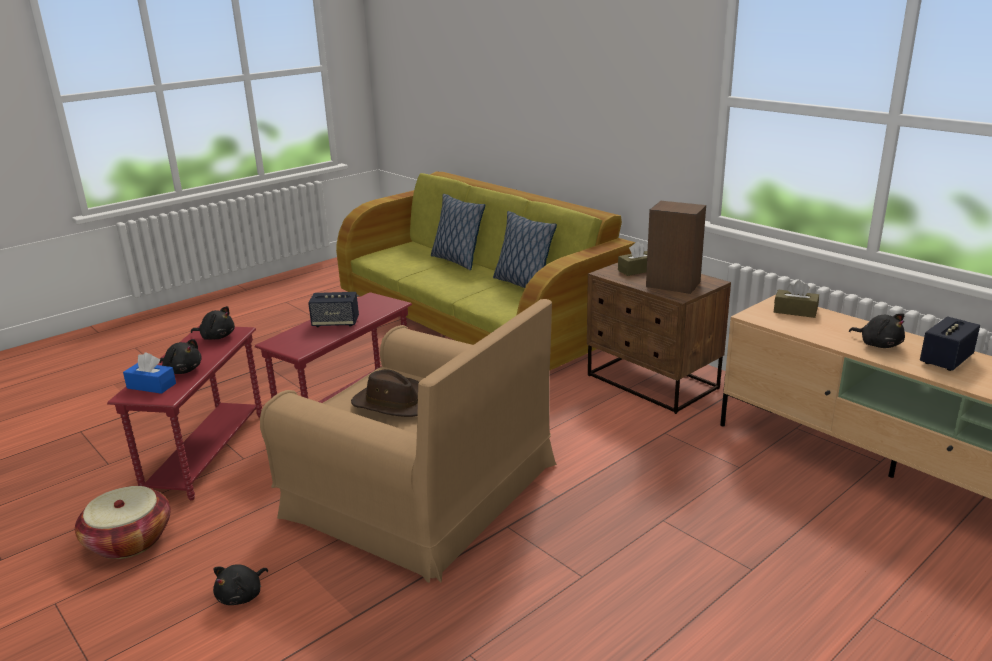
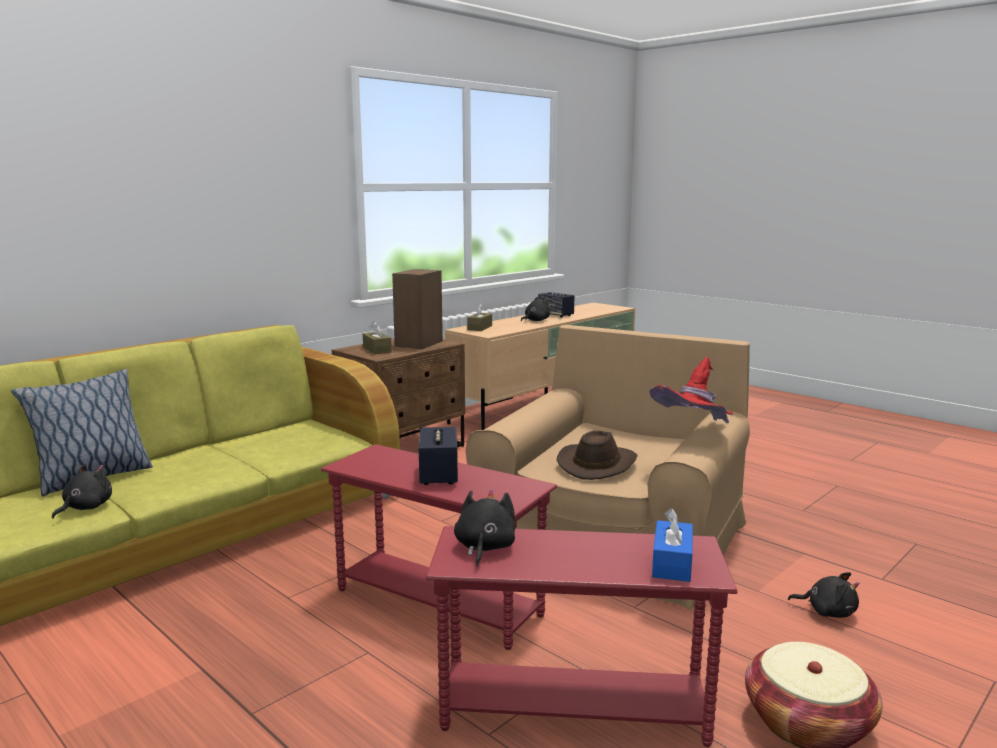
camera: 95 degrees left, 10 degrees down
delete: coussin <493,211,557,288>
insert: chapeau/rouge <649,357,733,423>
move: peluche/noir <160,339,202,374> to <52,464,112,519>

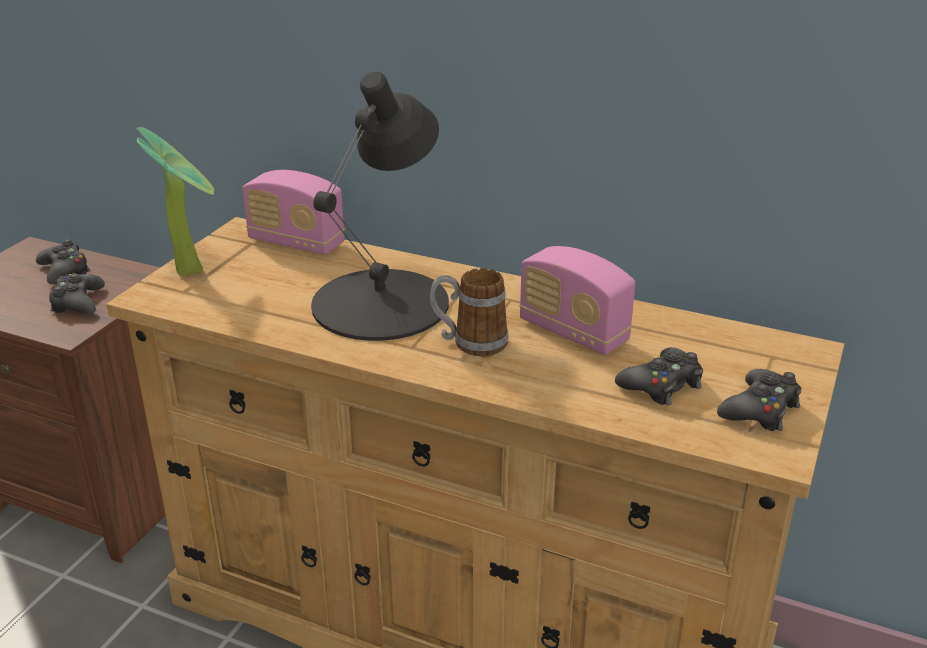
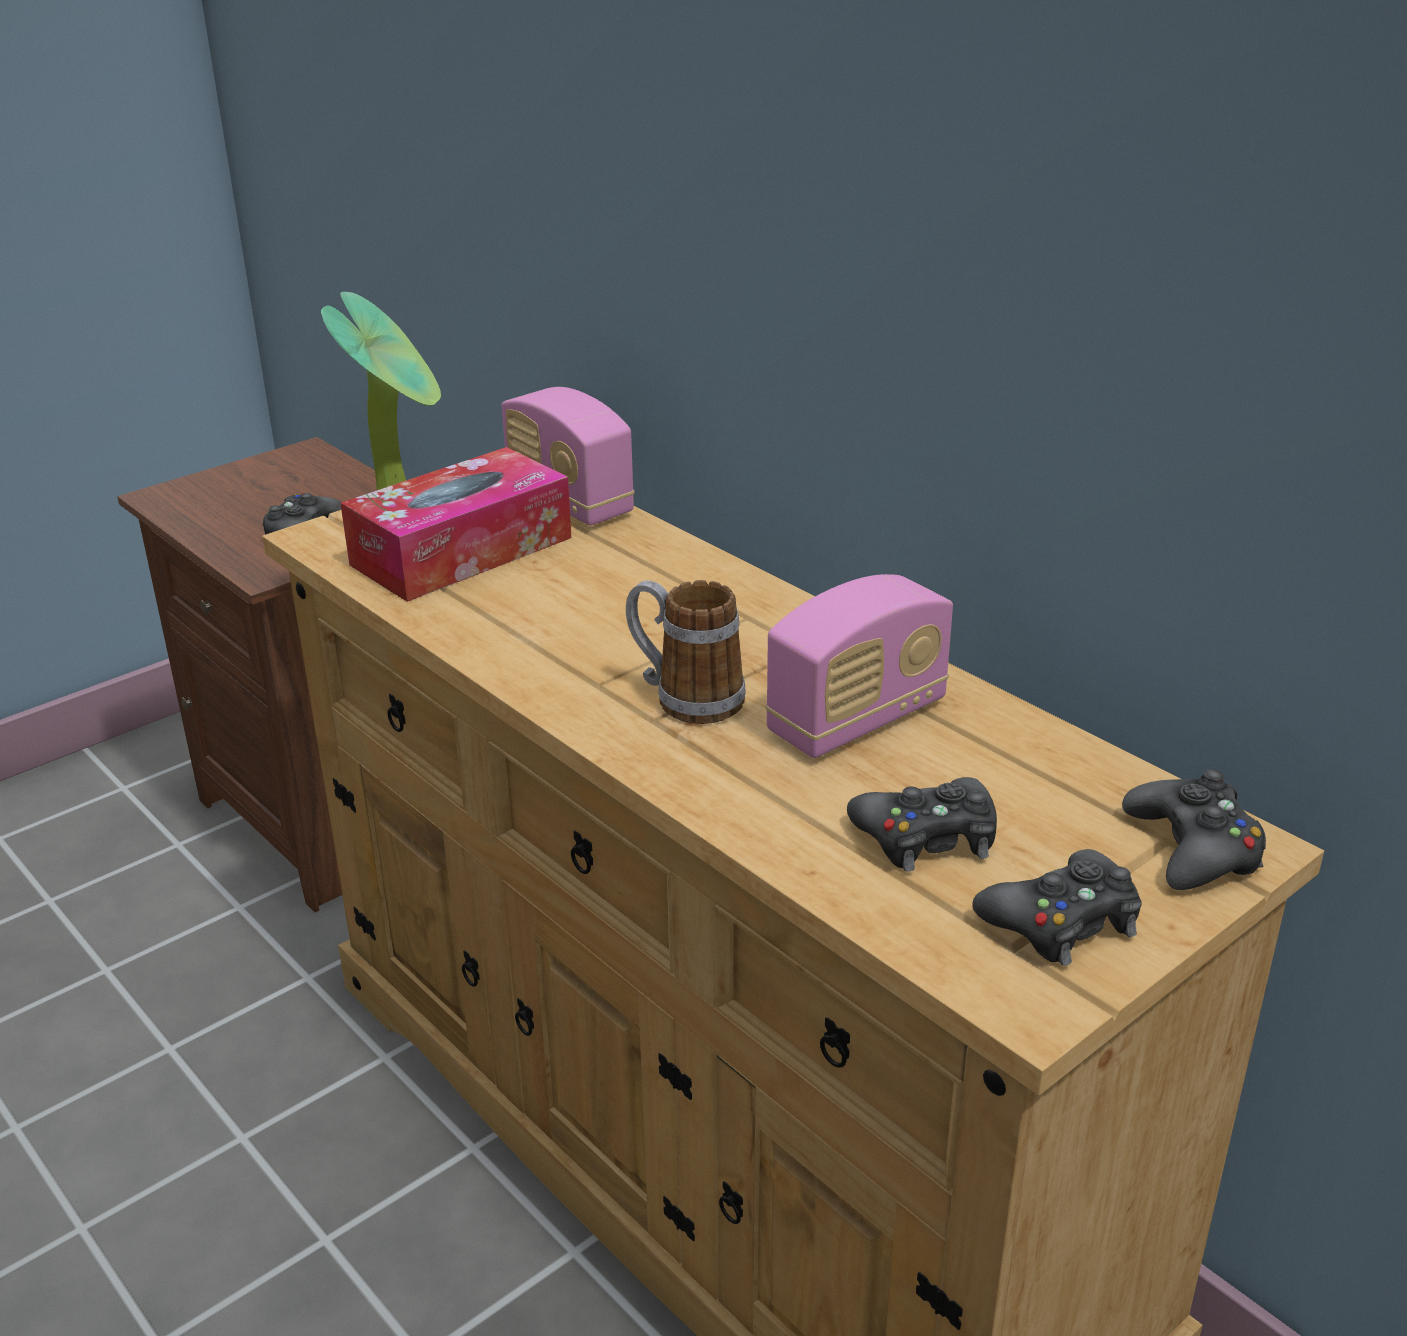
camera: 25 degrees right, 0 degrees up
delete: lampe de table/noir <311,72,449,341>
insert: boîte à mouchoirs <341,447,572,602>
move: manette/noir <36,239,90,284> to <1122,769,1266,890>
rotate: radio <519,246,635,355> = <765,574,953,758> 105 degrees counterclockwise

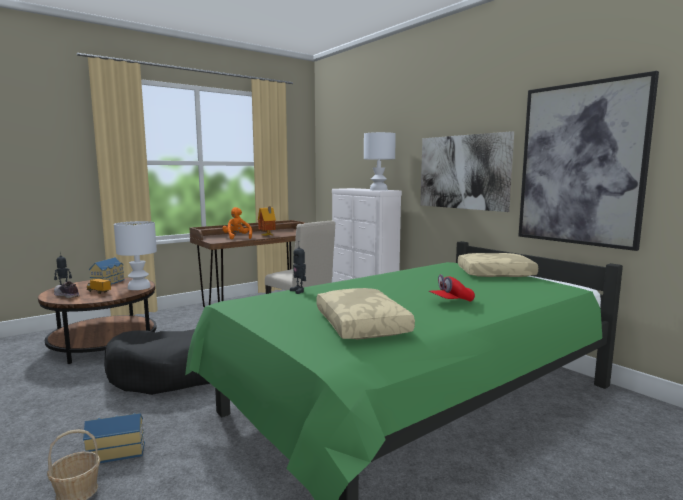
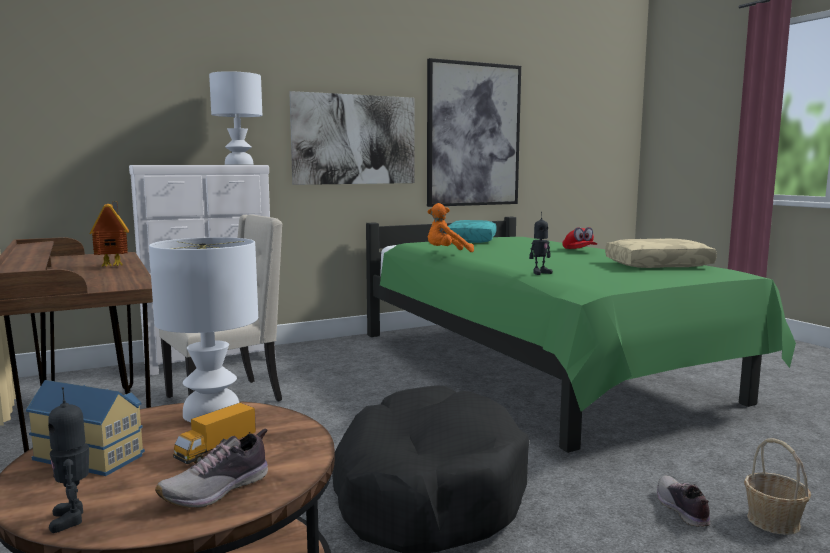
camera: 80 degrees left, 0 degrees up
move: peluche/orange <222,207,252,239> to <428,203,474,252>
replace: maison miniature <83,413,145,463> to chaussure <657,475,710,527>
recolor: coussin/beige <458,253,538,277> to coussin/turquoise <448,220,496,243>

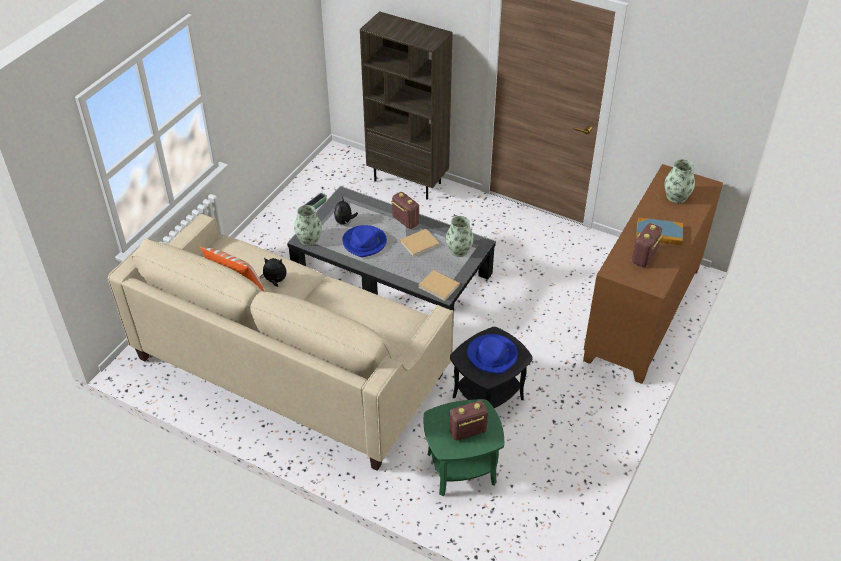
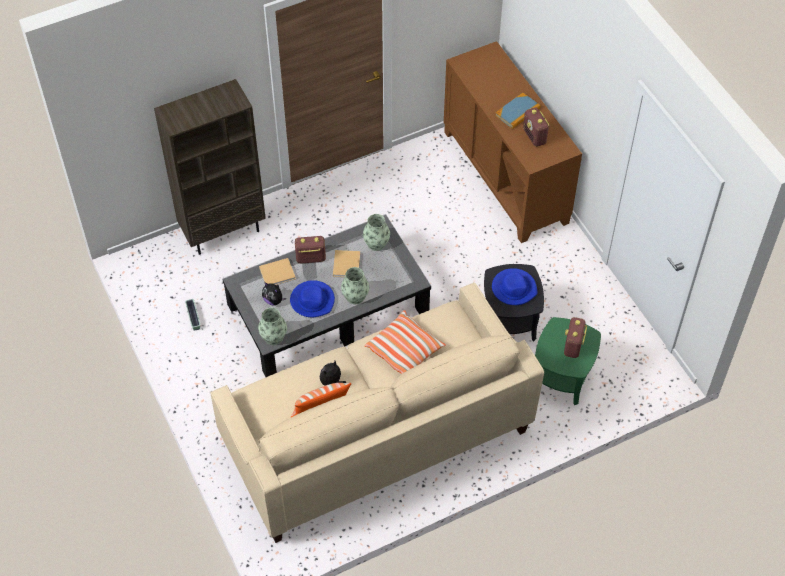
camera: 55 degrees left, 10 degrees up
insert: coussin <364,310,446,374>
move: livre/beige <418,270,460,301> to <259,258,296,285>; vase <665,159,695,203> to <341,267,369,304>

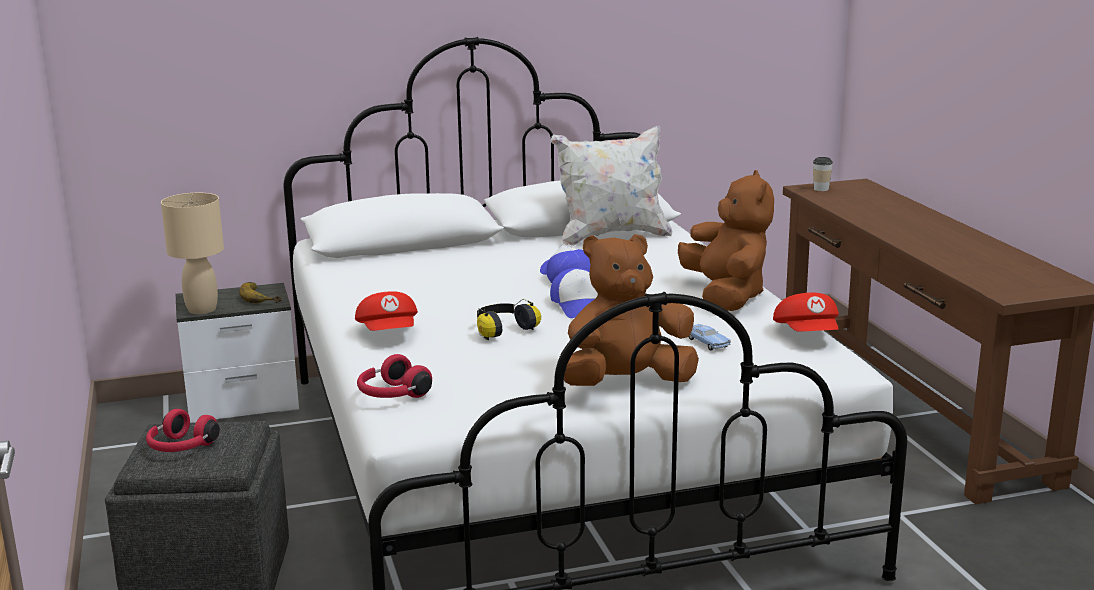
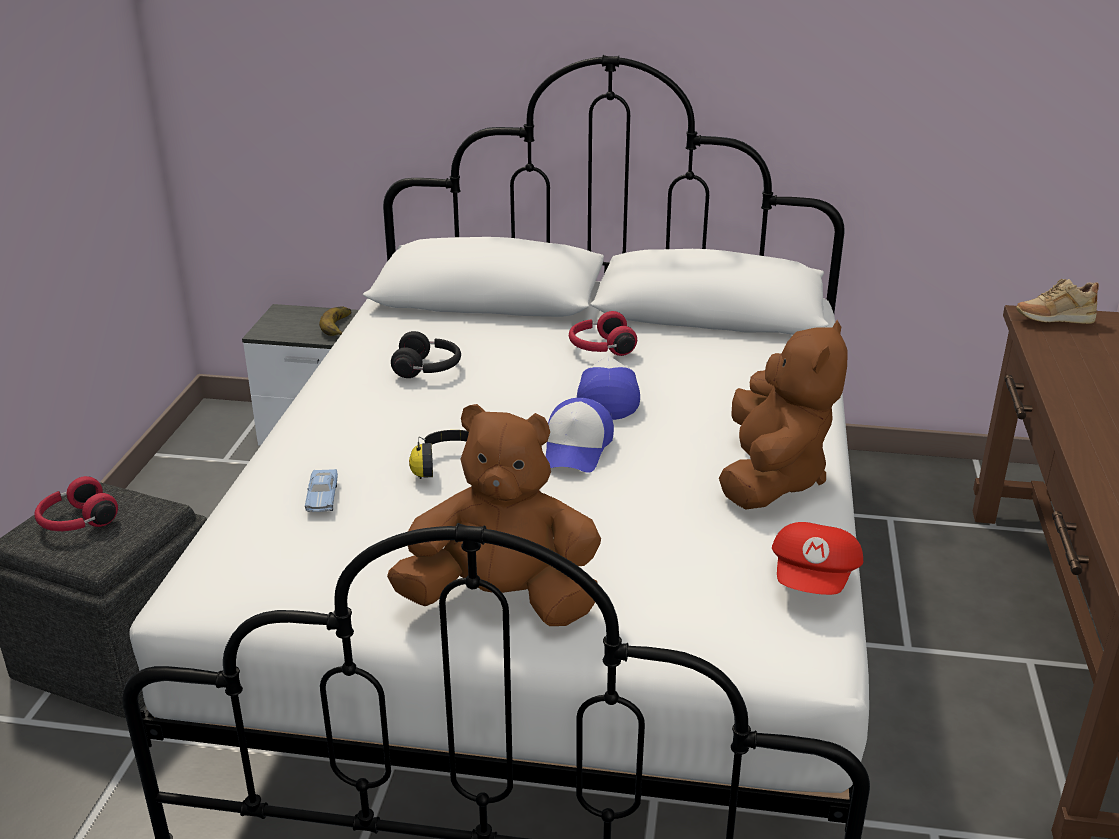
camera: 25 degrees right, 10 degrees up
delete: lampe de table/beige <161,193,224,314>; casquette/rouge <355,291,418,331>; coussin/blanc <551,126,672,246>
insert: casque audio/noir <391,331,461,378>
move: casque audio/rouge <357,354,432,398> to <569,311,637,356>; petite voiture/bleu <689,324,731,351> to <305,469,338,512>
replace: tasse <813,157,833,191> to chaussure/beige <1016,279,1099,324>

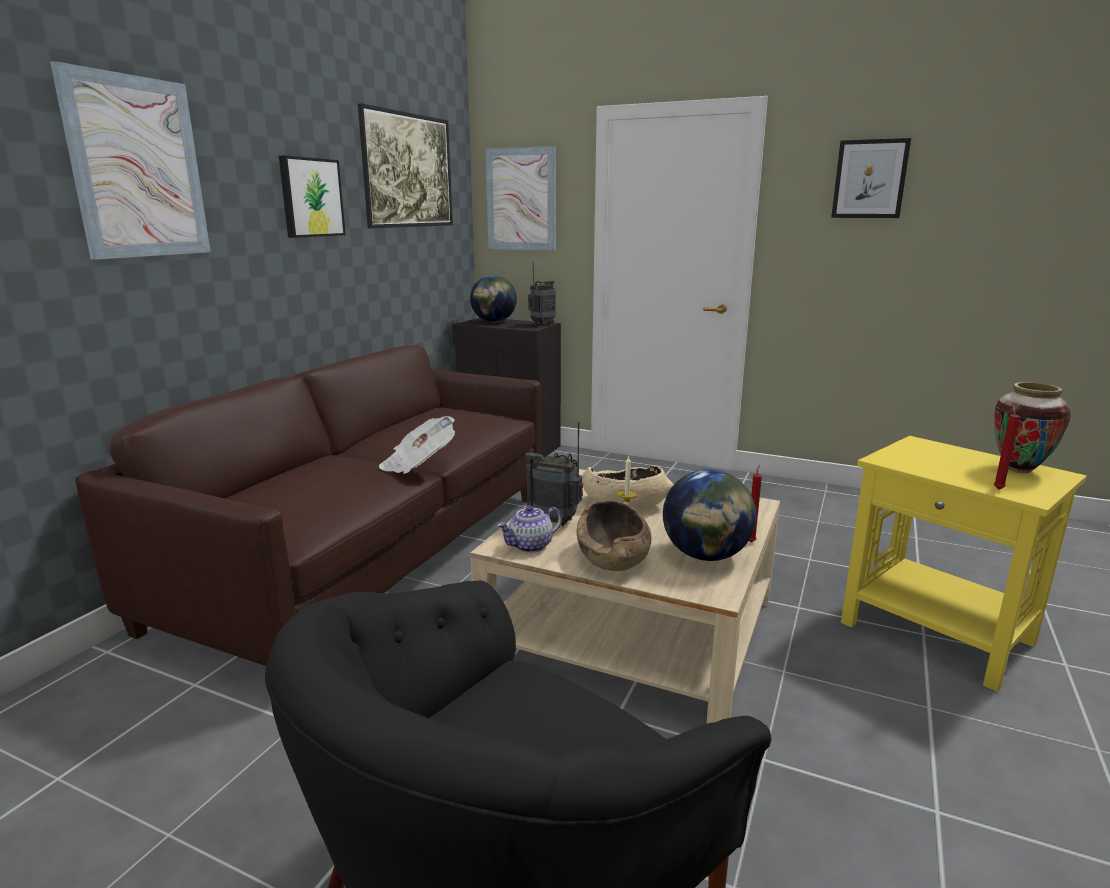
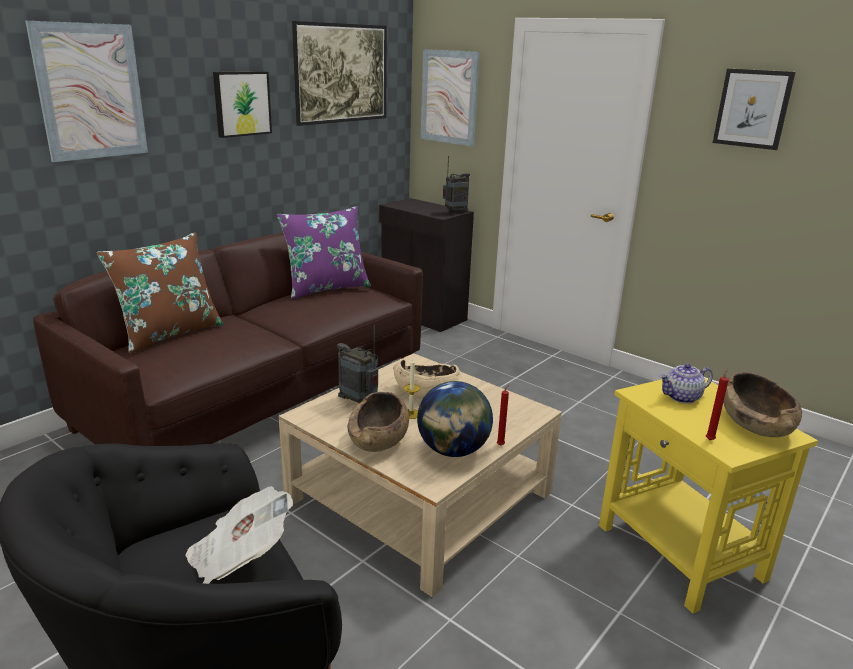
camera: 15 degrees right, 5 degrees up
delete: globe <470,275,517,322>
insert: coussin/marron <97,232,223,354>; coussin/violet <277,206,371,299>
move: journal <379,416,455,474> to <185,486,293,584>; théière <497,505,562,553> to <659,363,713,404>
replace: vase <994,382,1071,473> to bol/marron <723,372,802,437>

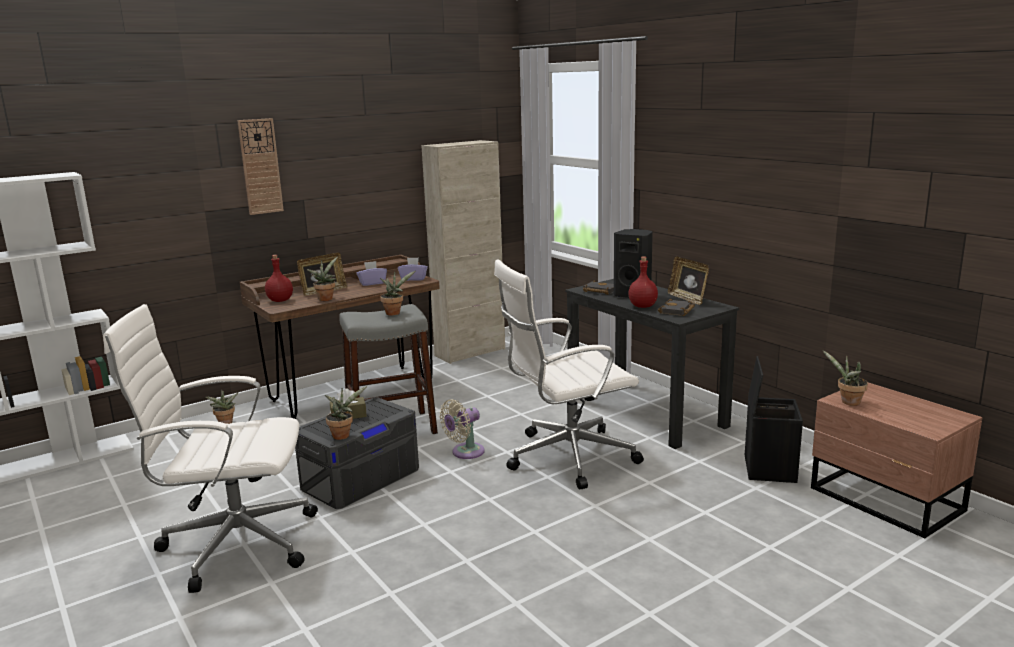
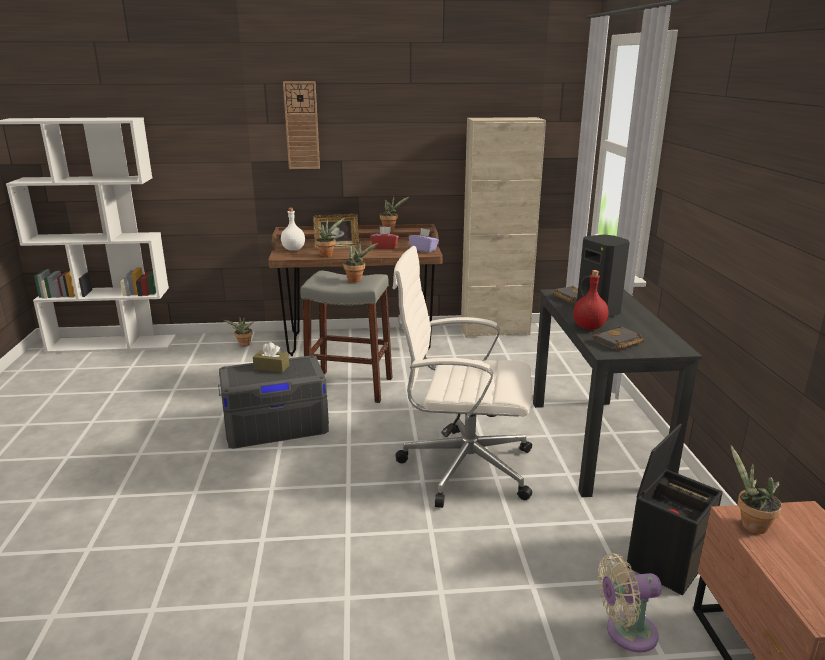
camera: 30 degrees right, 5 degrees up
delete: chaise de bureau/blanc <103,304,318,593>; cadre photo <668,257,709,305>
move: plante en pot <325,386,367,440> to <380,196,409,230>; ventilateur/beige <440,399,485,459> to <598,553,662,652>
recolor: bouteille/rouge <265,255,293,302> to bouteille/blanc <281,208,305,251>; boîte à mouchoirs/violet <356,261,387,286> to boîte à mouchoirs/rouge <370,227,399,249>

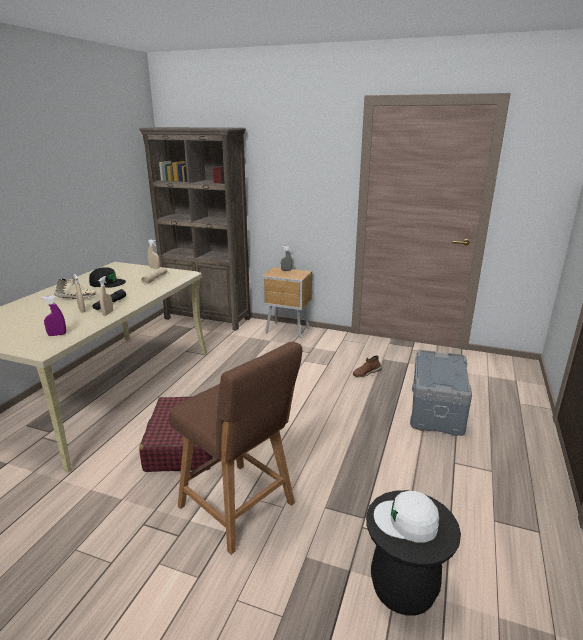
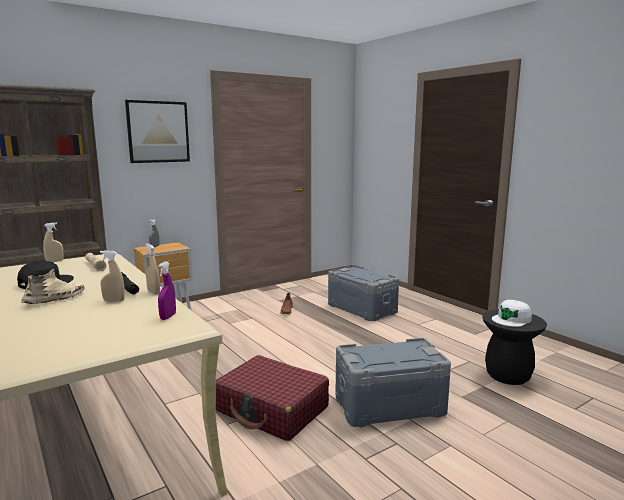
camera: 55 degrees left, 10 degrees down
insert: tableau <125,100,190,163>
replace: tabouret/marron <169,341,303,555> to boîte de rangement/gris <335,338,451,427>

